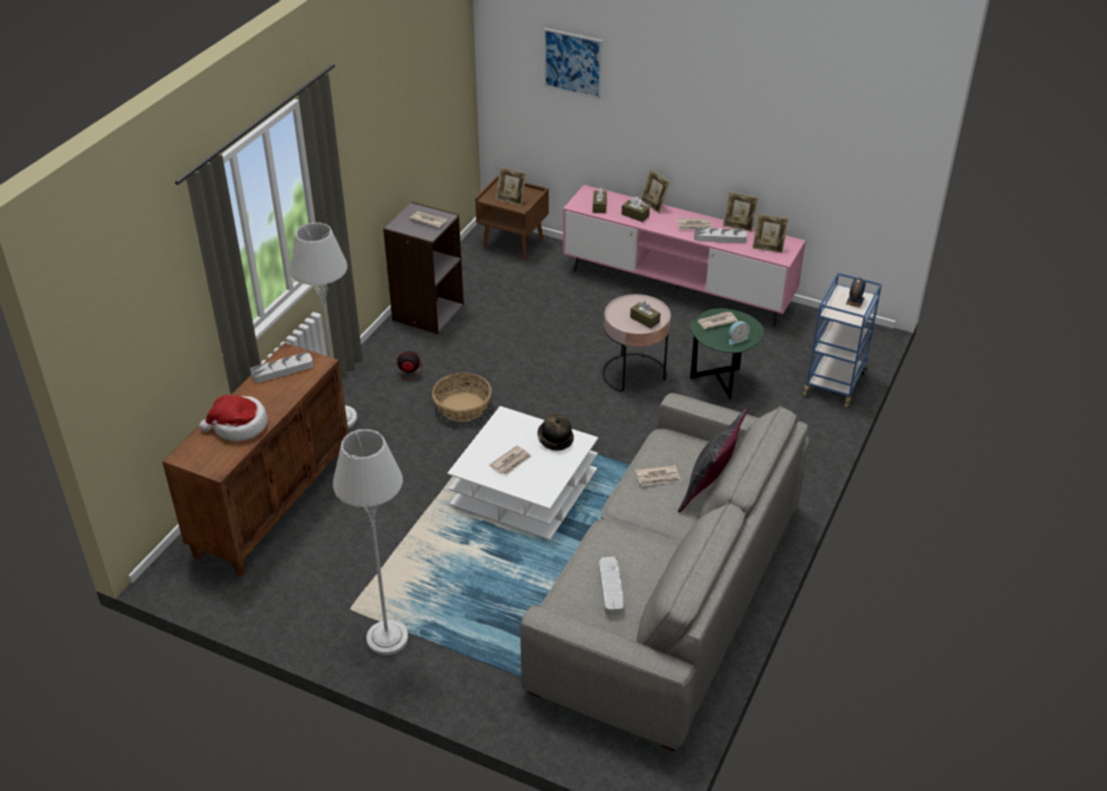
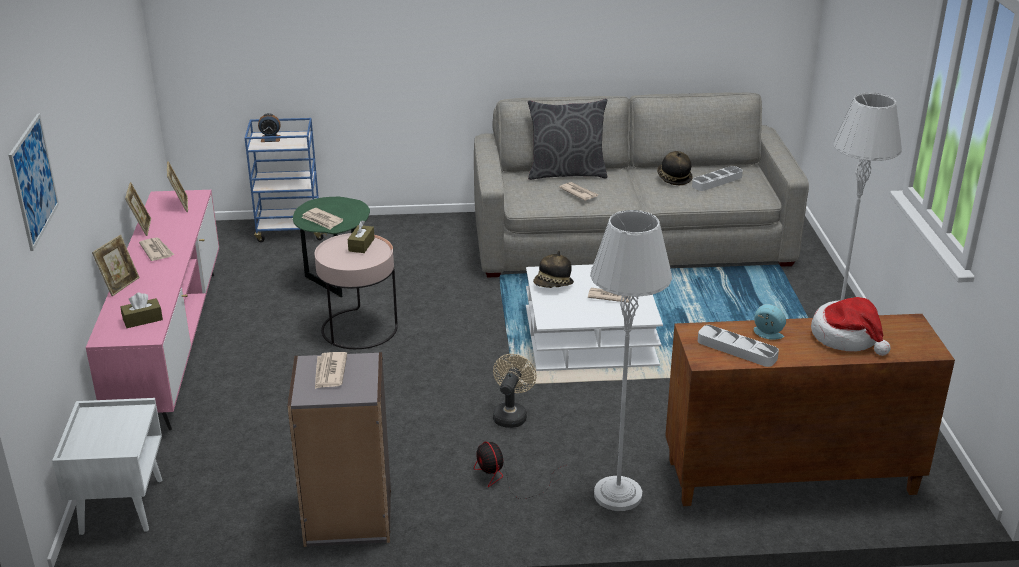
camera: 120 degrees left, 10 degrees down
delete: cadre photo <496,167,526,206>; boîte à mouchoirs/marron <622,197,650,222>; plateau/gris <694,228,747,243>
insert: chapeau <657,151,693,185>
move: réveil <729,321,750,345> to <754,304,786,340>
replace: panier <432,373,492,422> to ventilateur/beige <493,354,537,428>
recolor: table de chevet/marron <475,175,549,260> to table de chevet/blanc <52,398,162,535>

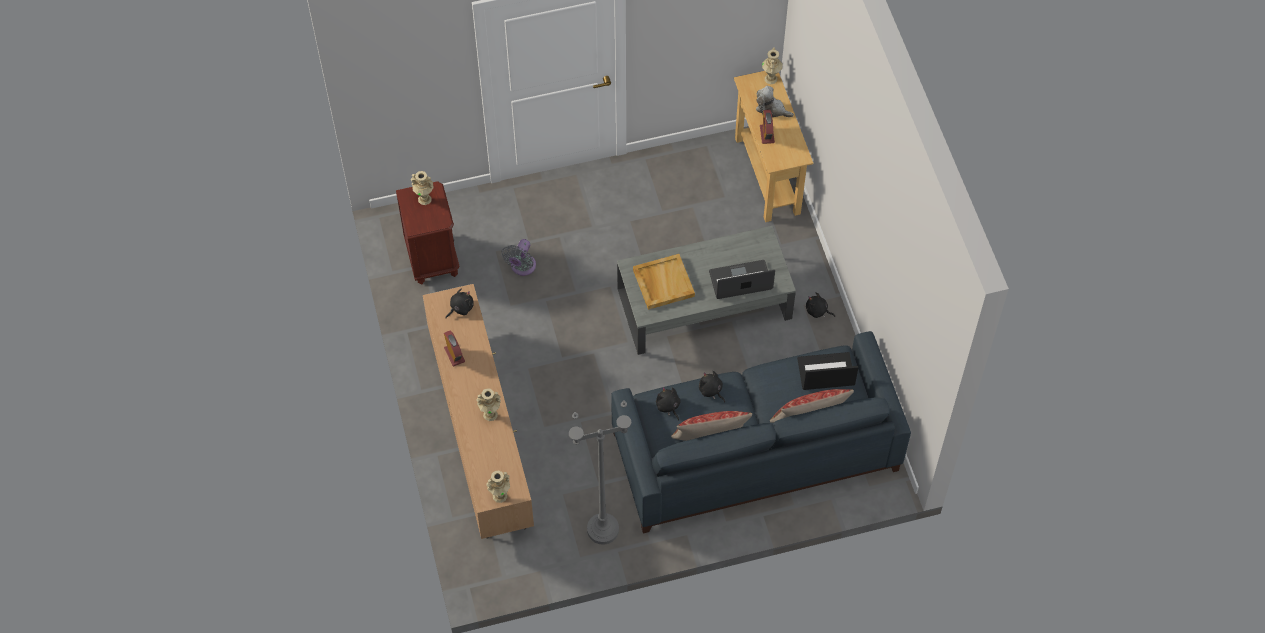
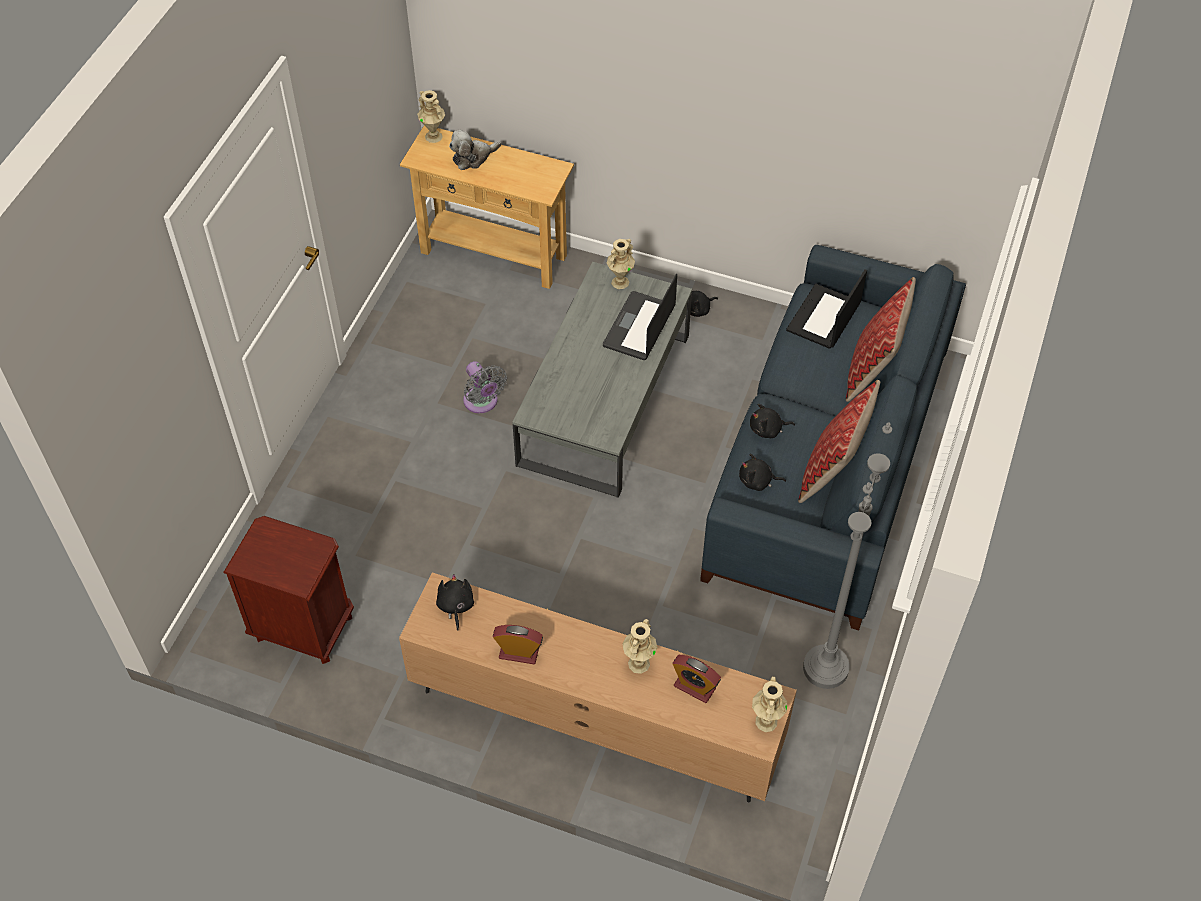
camera: 55 degrees left, 5 degrees down
delete: plateau/beige <633,254,695,310>
move: vase/beige <411,171,434,205> to <606,239,635,289>; ventilateur/gris <501,239,536,276> to <463,361,507,413>; réveil <760,110,775,144> to <672,655,721,703>

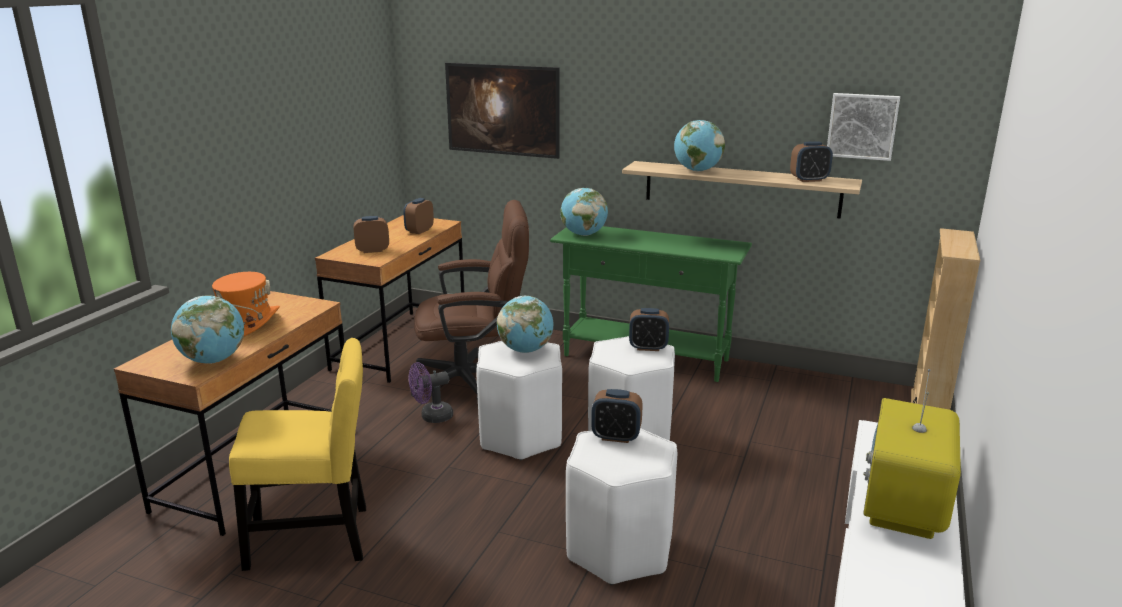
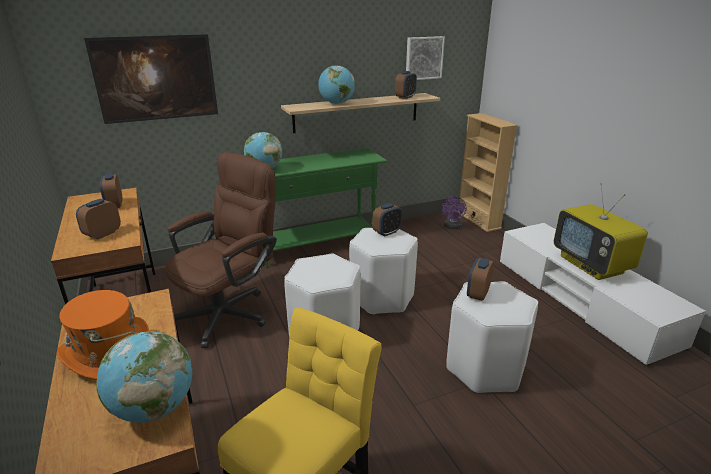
camera: 45 degrees left, 5 degrees up
delete: globe <497,296,553,353>
move: ventilateur/violet <408,362,453,423> to <442,196,466,229>
rotate: réveil <591,389,643,443> = <467,258,494,301> 150 degrees clockwise

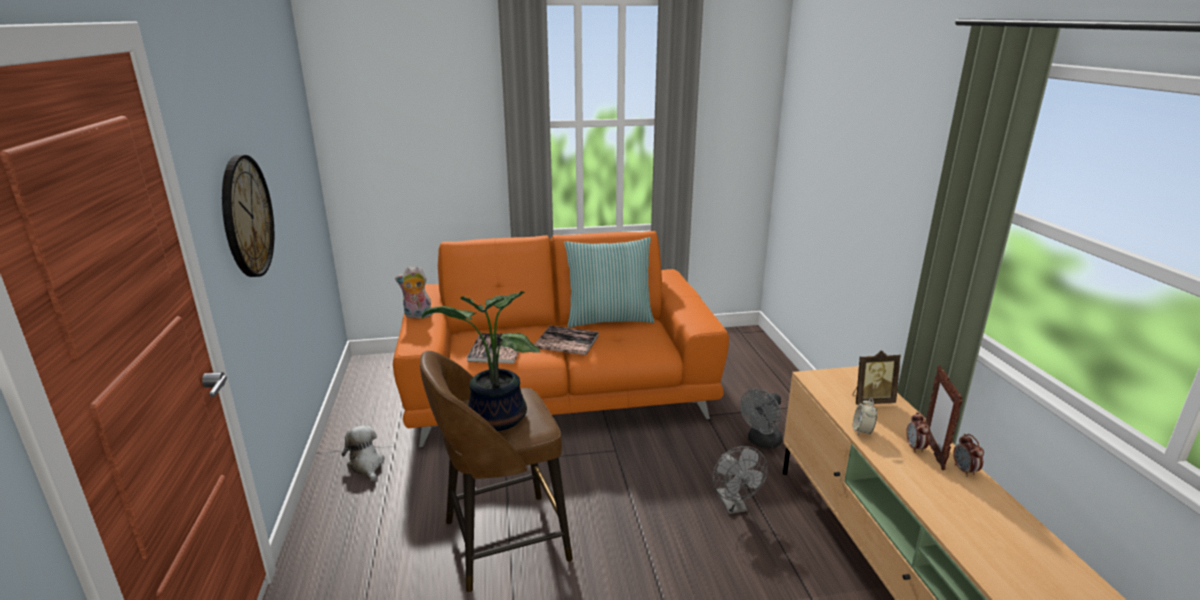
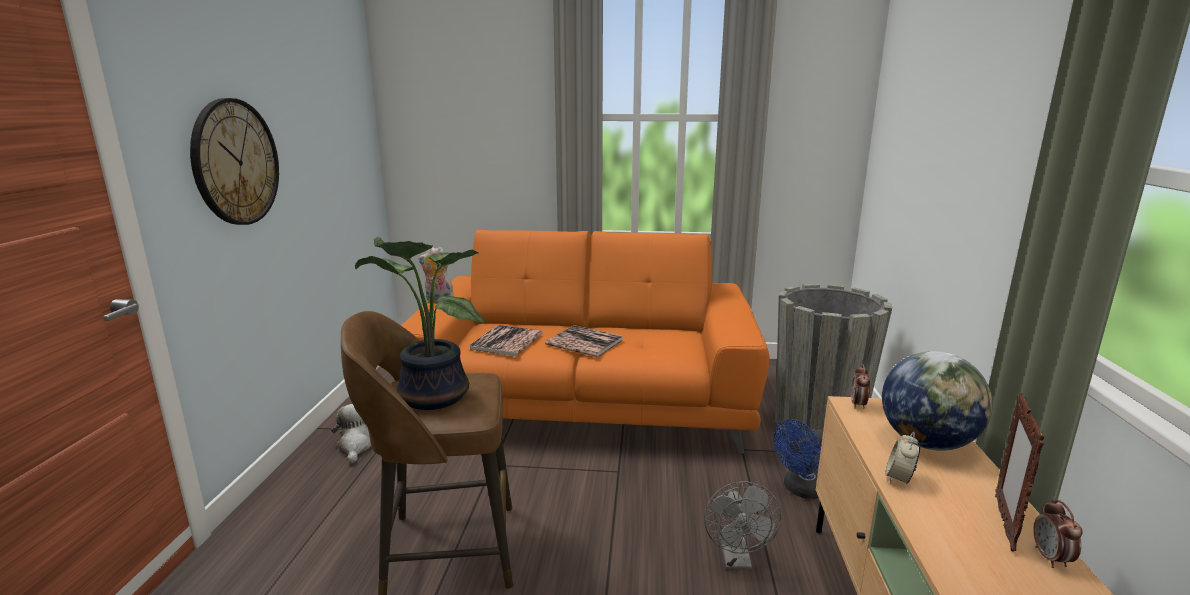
camera: 15 degrees right, 5 degrees down
delete: coussin <564,237,654,328>
insert: cache-pot/gris <775,284,892,434>
move: réveil <906,412,930,453> to <851,364,870,408>
replace: cadre photo <853,350,901,405> to globe <882,351,993,451>
recolor: ventilateur/gris <740,389,783,449> to ventilateur/bleu <773,419,823,499>

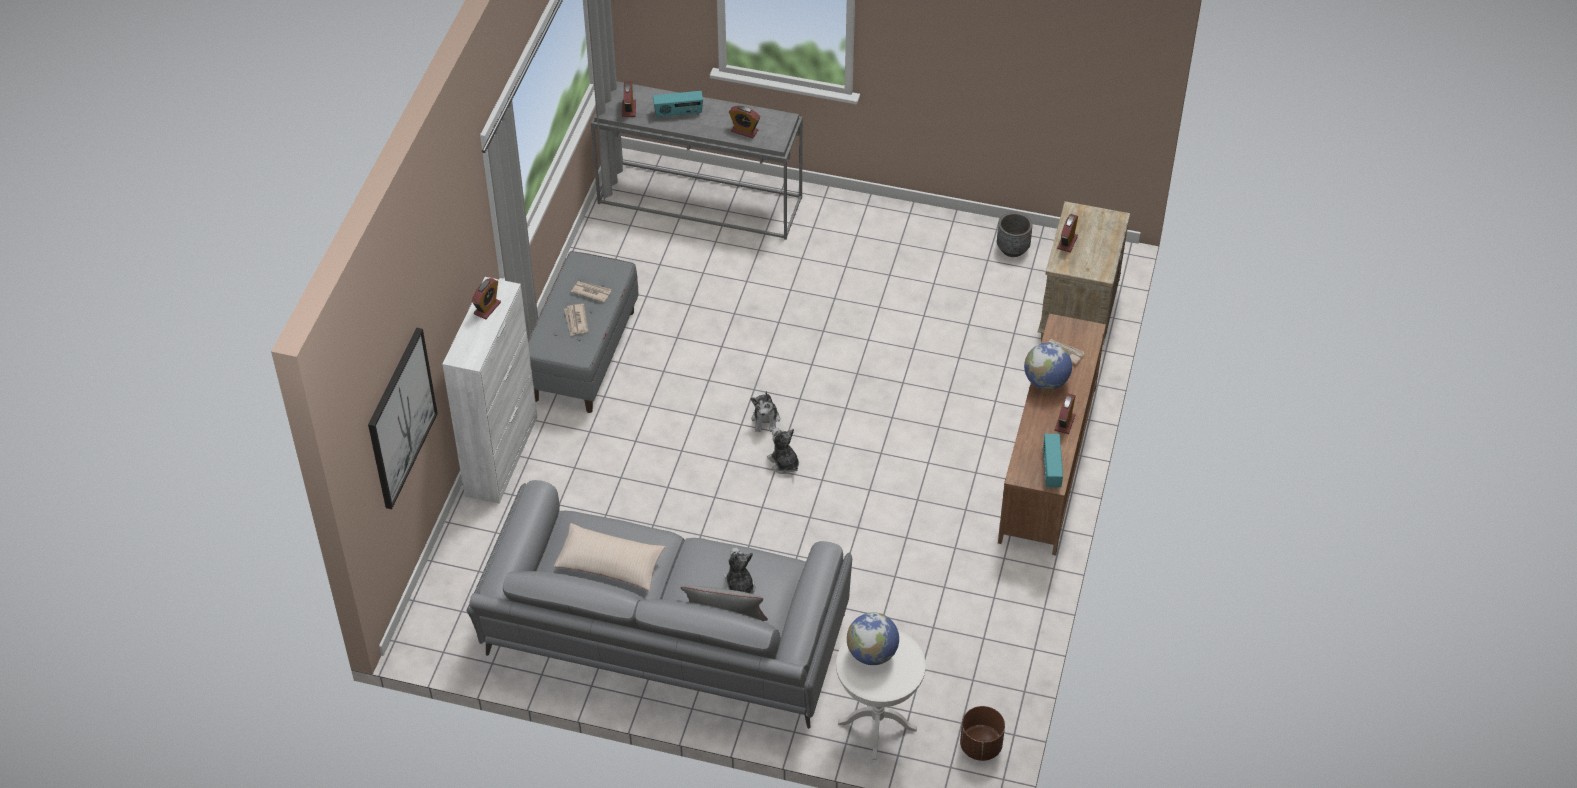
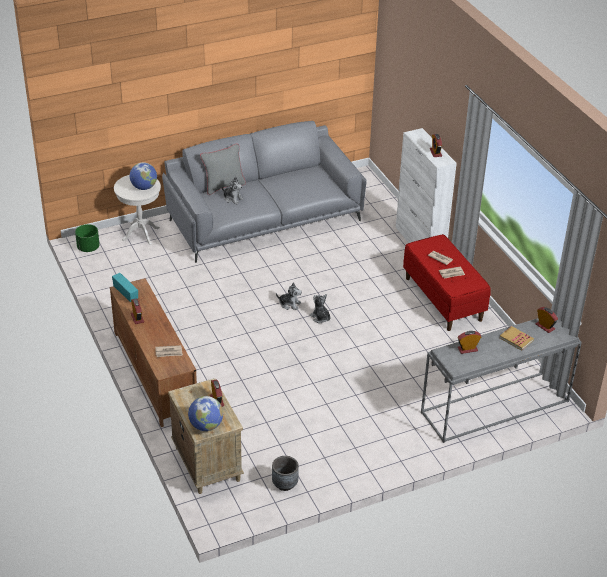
camera: 140 degrees right, 10 degrees down
delete: tableau <368,328,438,509>; coussin/beige <554,523,665,591>
move: globe <1024,343,1072,390> to <188,396,223,431>
replace: radio <653,91,703,118> to livre <500,326,534,351>
recolor: banc/gris <528,251,639,413> to banc/rouge <403,234,491,331>; cache-pot/marron <960,706,1005,761> to cache-pot/vert <75,224,100,252>

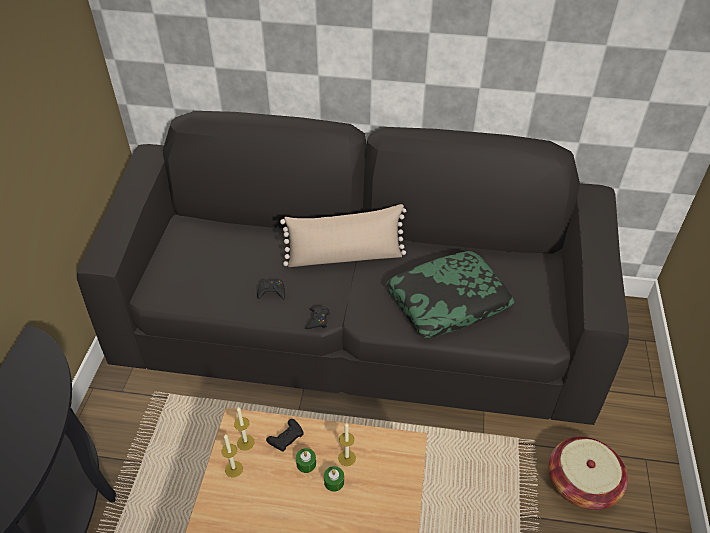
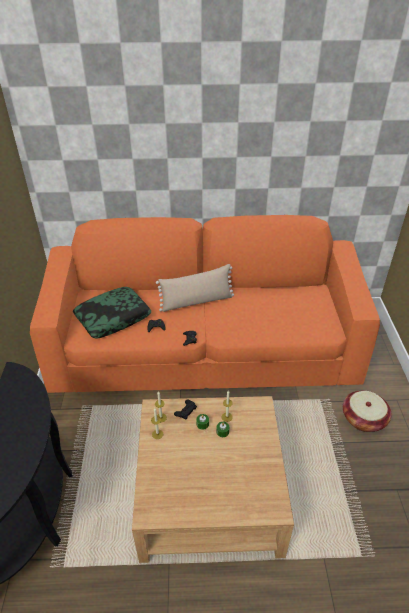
camera: 10 degrees left, 5 degrees down
move: coussin <386,251,514,338> to <73,287,151,339>
recolor: canapé/noir <77,111,629,425> to canapé/orange <30,215,380,393>

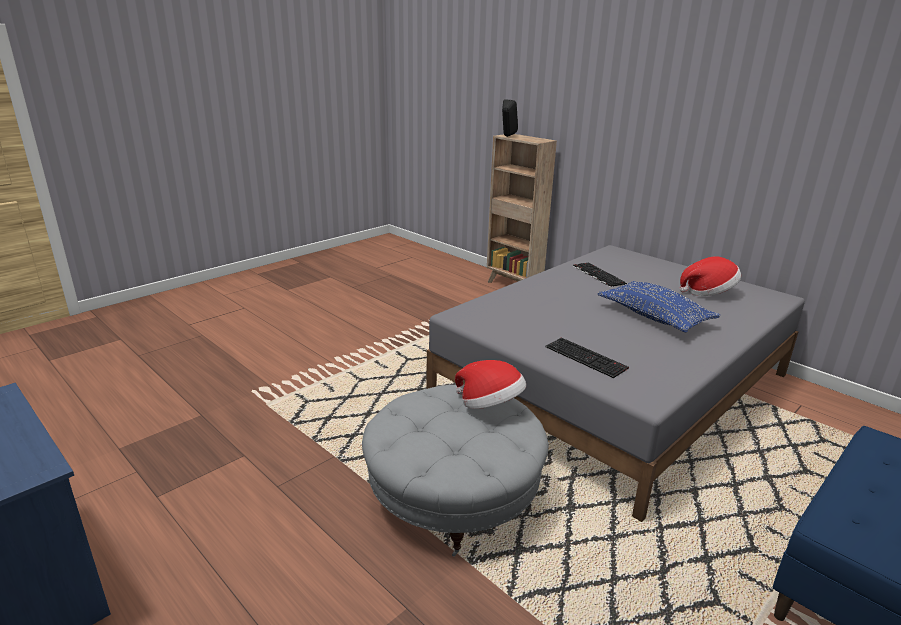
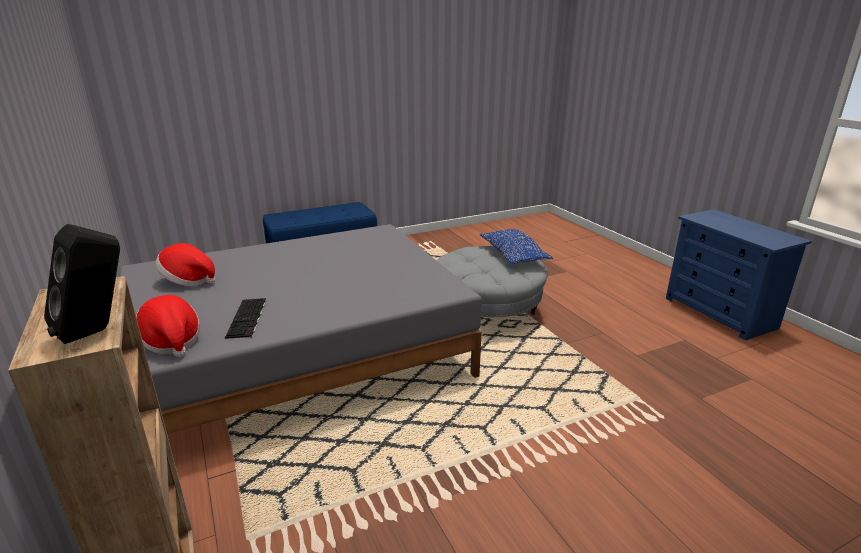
camera: 160 degrees left, 0 degrees up
delete: clavier <546,338,629,378>
move: chapeau <455,360,526,409> to <136,295,200,357>; coussin/bleu <598,281,721,333> to <480,229,553,264>

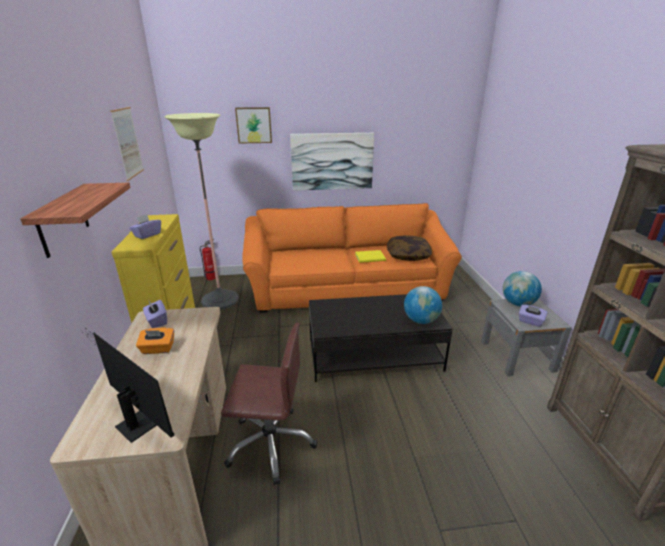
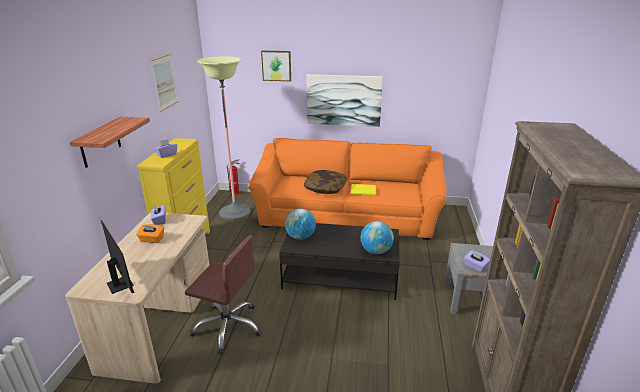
camera: 15 degrees right, 0 degrees up
move: coussin <387,235,432,261> to <304,170,347,194>; globe <503,271,542,306> to <285,208,316,240>

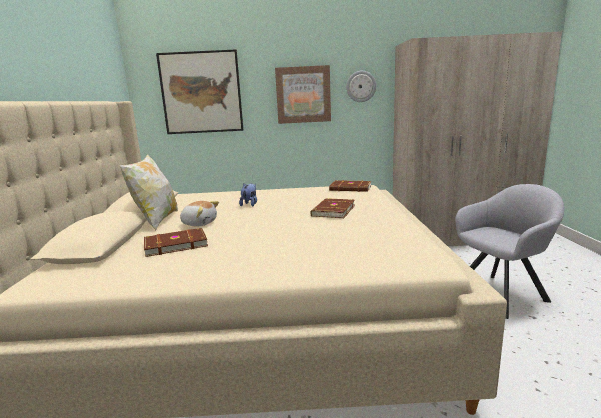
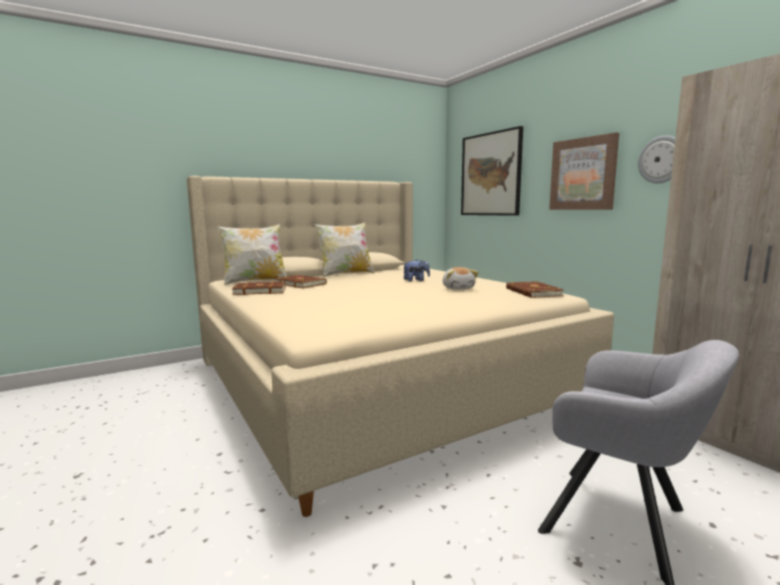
camera: 60 degrees right, 5 degrees down
insert: coussin <217,224,287,285>
move: peluche <180,201,219,226> to <443,267,479,290>; livre/marron <310,198,355,218> to <232,281,286,295>

